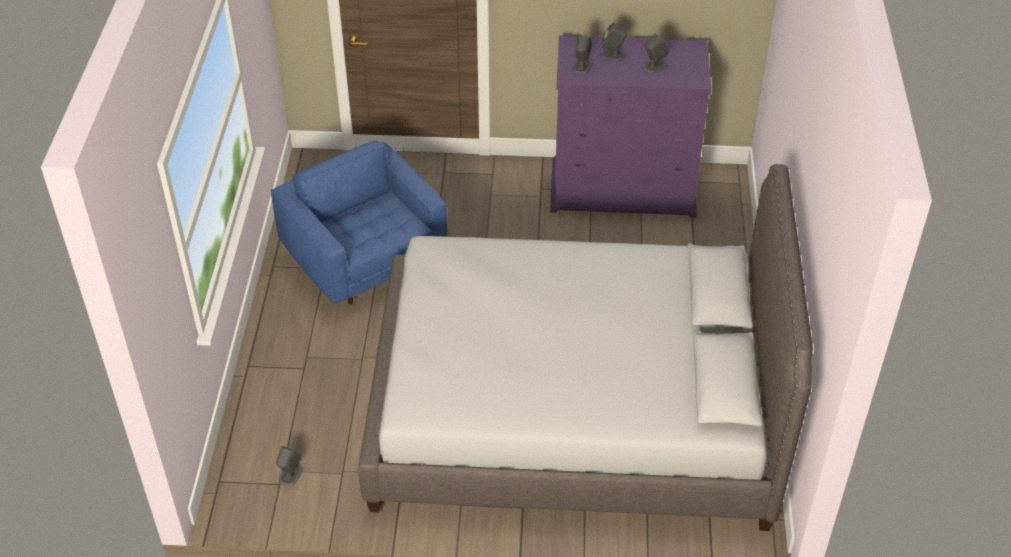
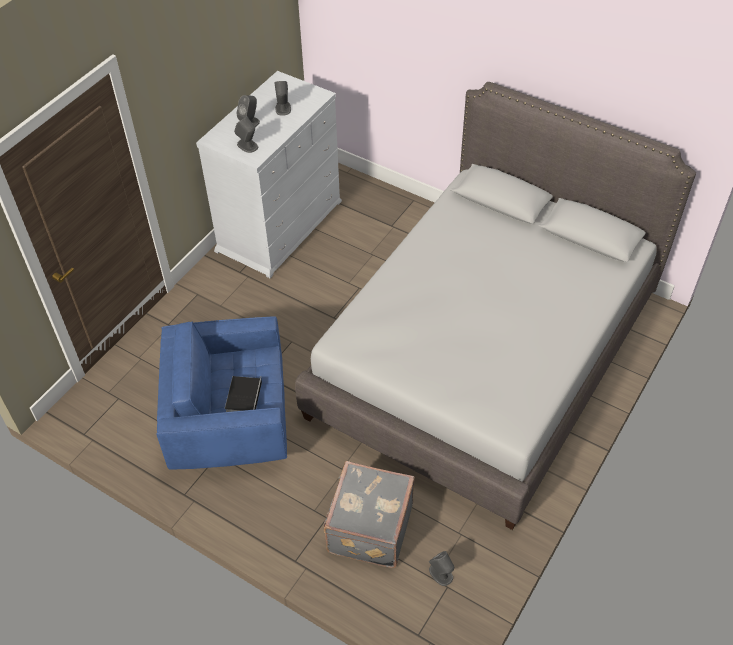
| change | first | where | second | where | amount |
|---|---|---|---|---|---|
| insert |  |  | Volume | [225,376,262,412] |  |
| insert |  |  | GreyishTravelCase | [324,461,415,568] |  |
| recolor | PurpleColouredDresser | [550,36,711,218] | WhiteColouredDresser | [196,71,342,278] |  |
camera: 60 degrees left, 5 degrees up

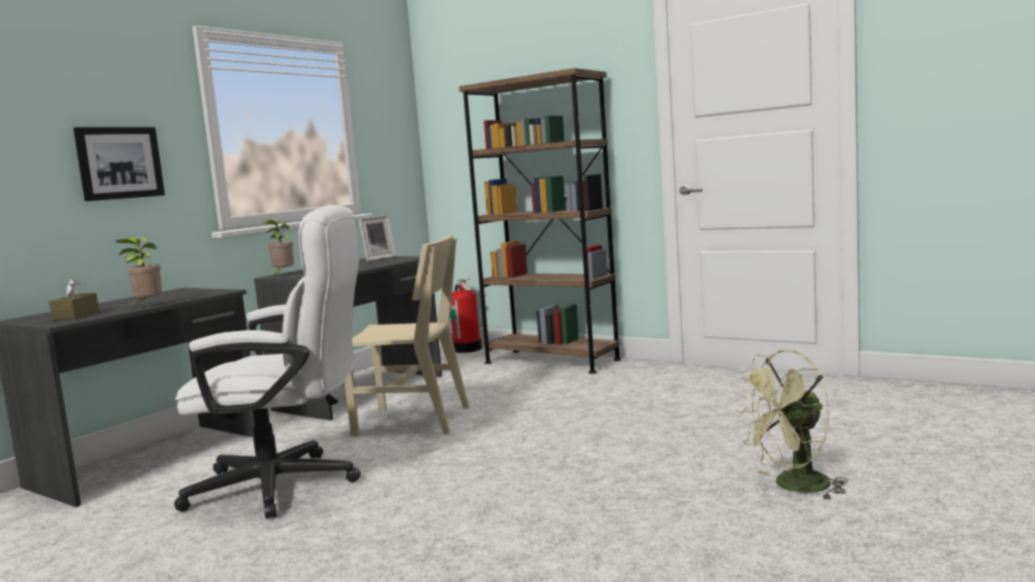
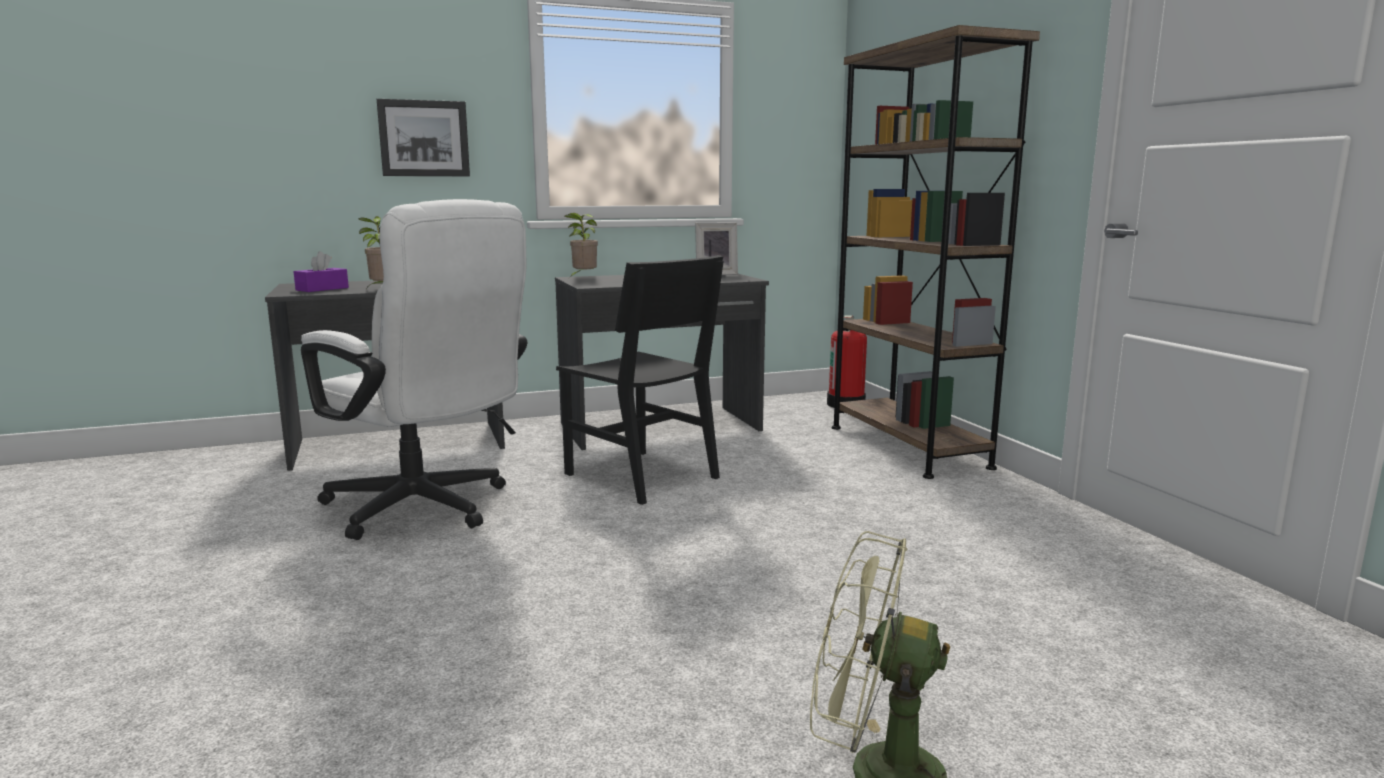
| change | first | where | second | where | amount |
|---|---|---|---|---|---|
| recolor | BrownColouredTissueHolder | [49,278,99,321] | PurpleColouredTissueHolder | [293,251,349,292] |  |
| recolor | BeigePlainChair | [344,235,469,436] | BlackColouredPlainChair | [556,255,724,505] |  |
camera: 35 degrees right, 5 degrees up

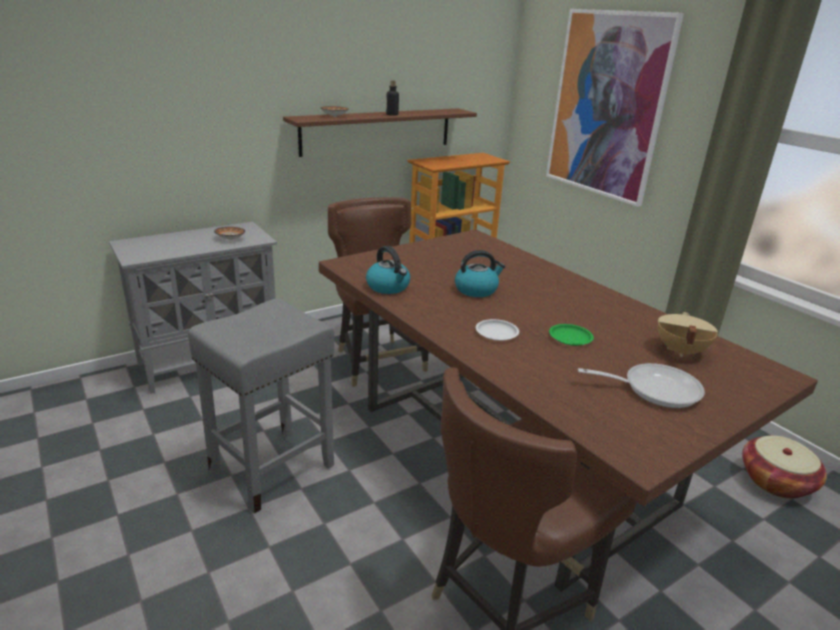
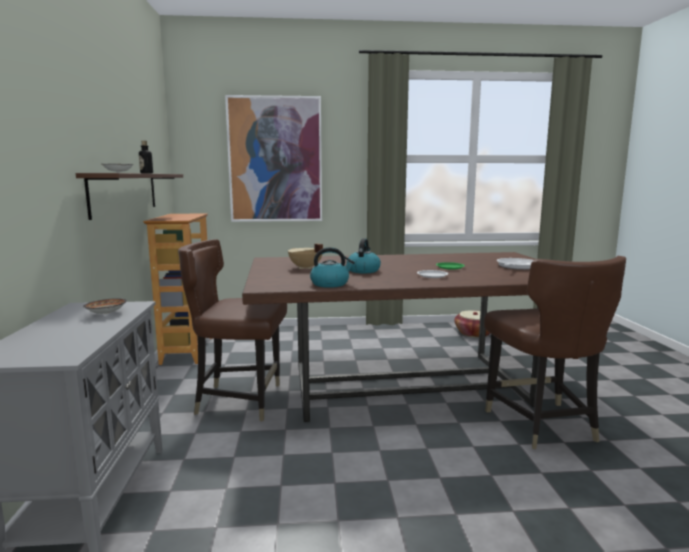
| change | first | where | second | where | amount |
|---|---|---|---|---|---|
| delete | GreyishStoolSeat | [188,299,334,514] |  |  |  |
| move | BeigeStockpot | [658,312,718,357] |  | [288,243,323,269] |  |
camera: 60 degrees left, 15 degrees down

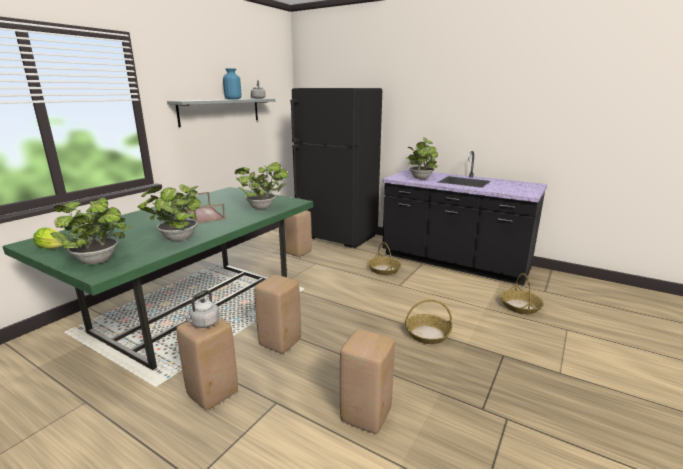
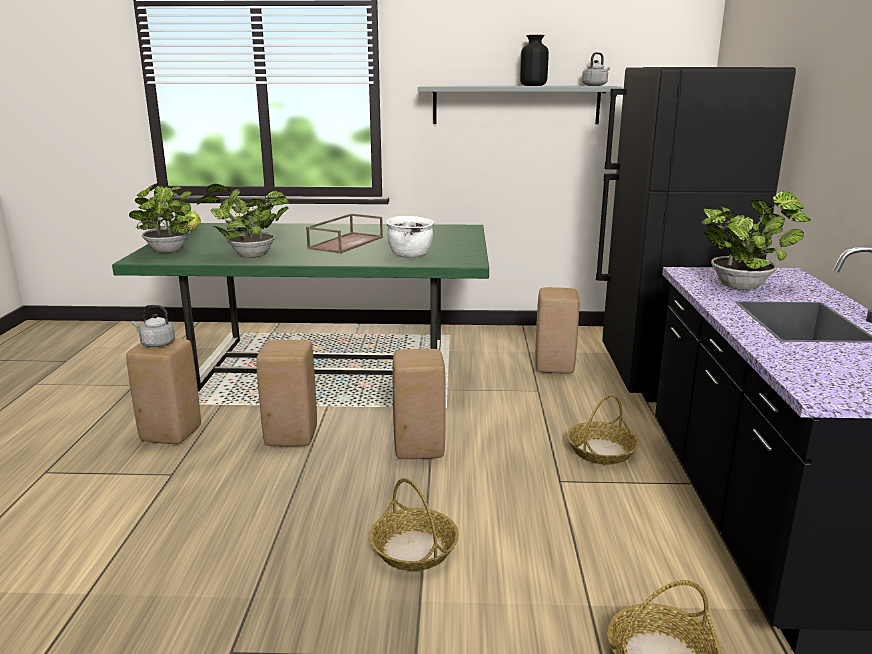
| change | first | where | second | where | amount |
|---|---|---|---|---|---|
| move | BeigeStoolSeat | [340,329,395,434] |  | [393,349,446,459] |  |
| replace | PlantInAPot | [235,162,288,210] | WhiteColouredStockpot | [386,216,434,258] |  |
| recolor | BlueColouredFlowerVase | [223,68,242,99] | BlackColouredFlowerVase | [520,35,549,86] |  |
camera: 60 degrees right, 0 degrees up

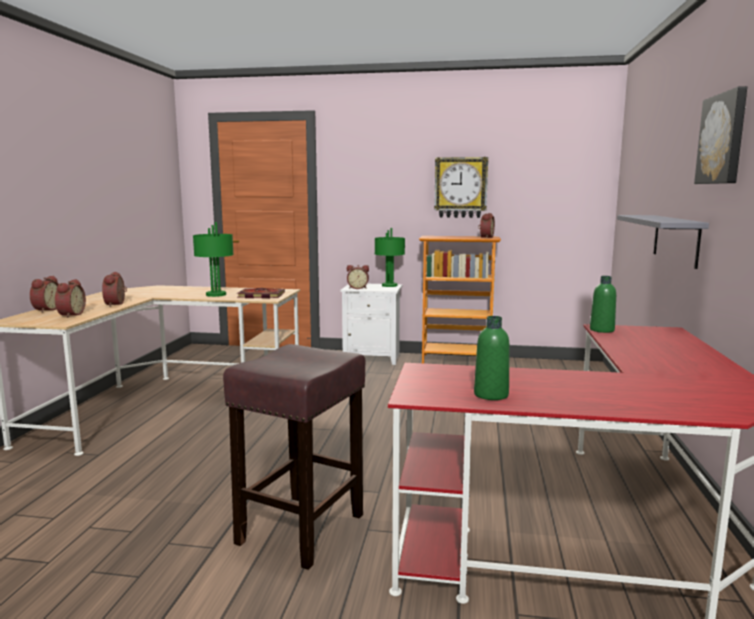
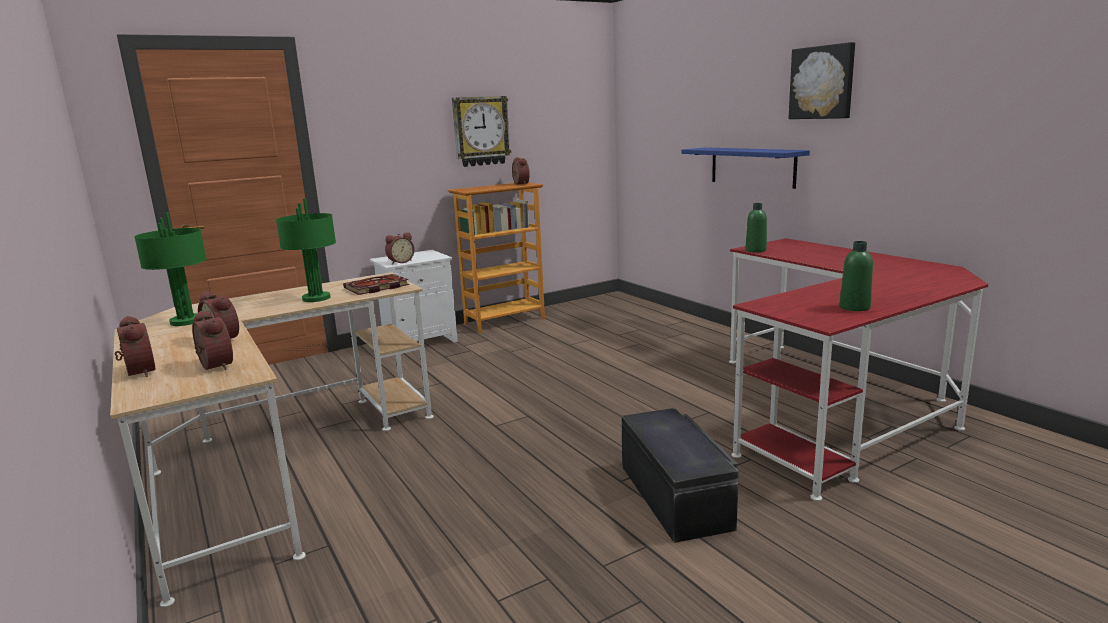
| change | first | where | second | where | amount |
|---|---|---|---|---|---|
| move | GreenTabletopLamp | [375,228,405,287] |  | [134,212,207,326] |  |
| replace | BrownColouredStoolSeat | [223,344,365,570] | BlackColouredStorageContainer | [621,408,739,543] |  |
| recolor | GreyishWallShelf | [617,215,709,269] | BlueColouredWallShelf | [682,147,810,189] |  |
camera: 40 degrees left, 5 degrees up

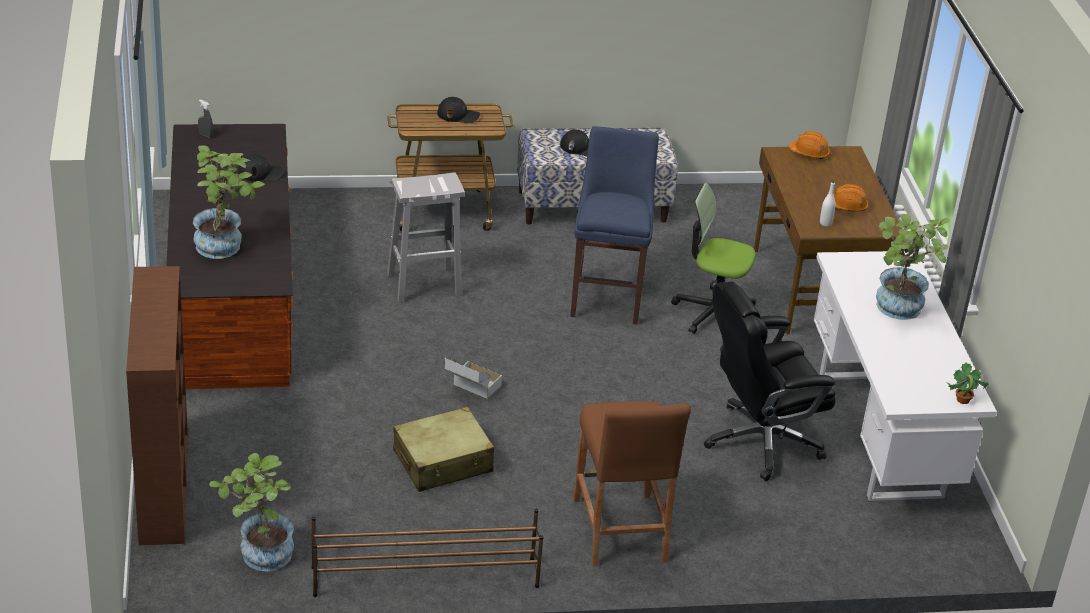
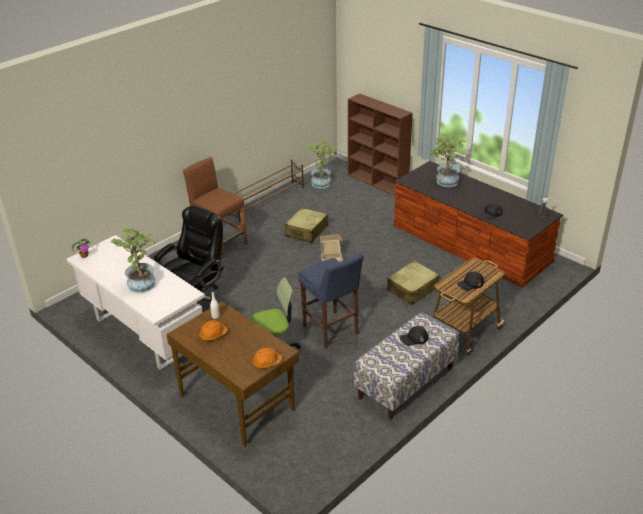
| change | first | where | second | where | amount |
|---|---|---|---|---|---|
| replace | WhiteColouredStoolSeat | [387,172,465,303] | BeigeTravelCase | [387,260,439,305] |  |
camera: 145 degrees right, 0 degrees up

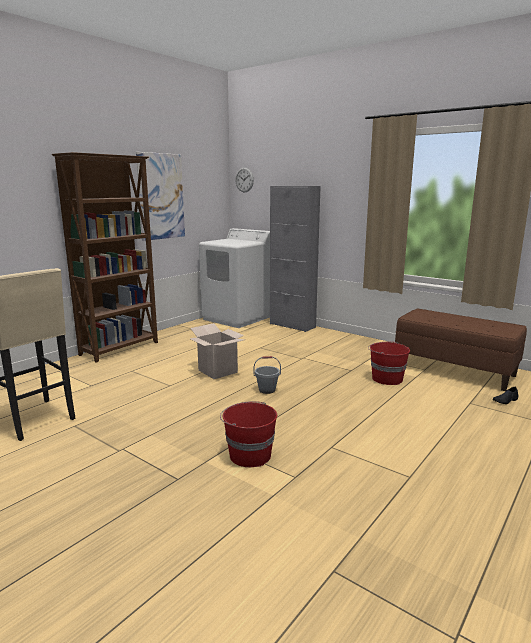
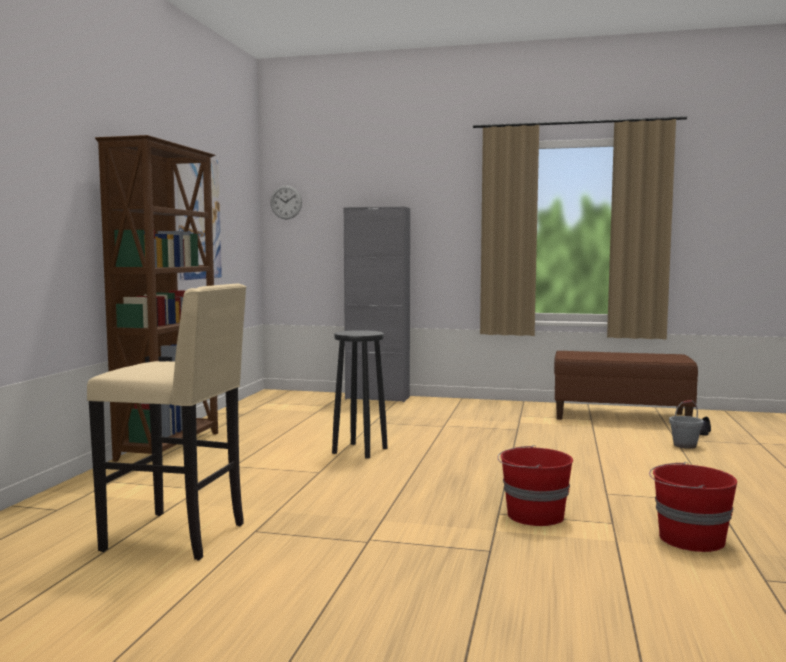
| change | first | where | second | where | amount |
|---|---|---|---|---|---|
| delete | WhiteColouredLaundryMachine | [199,228,270,328] |  |  |  |
| move | GreyishPail | [254,356,281,394] |  | [669,400,703,449] |  |
| move | RedColouredPail | [368,342,410,385] |  | [649,462,737,552] |  |
| replace | CardboardBox | [190,323,245,379] | BlackColouredStoolSeat | [332,330,388,459] |  |
camera: 25 degrees left, 10 degrees down

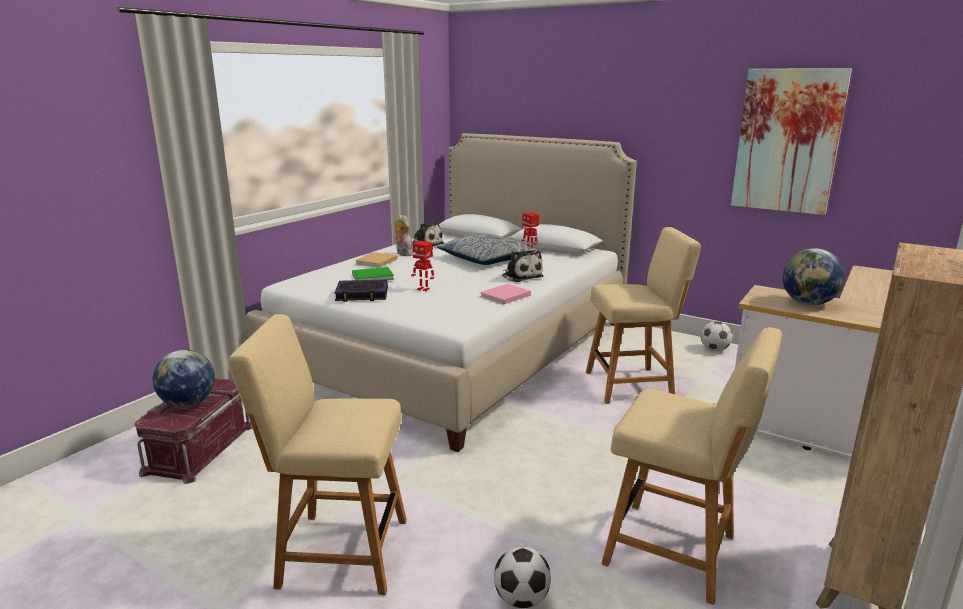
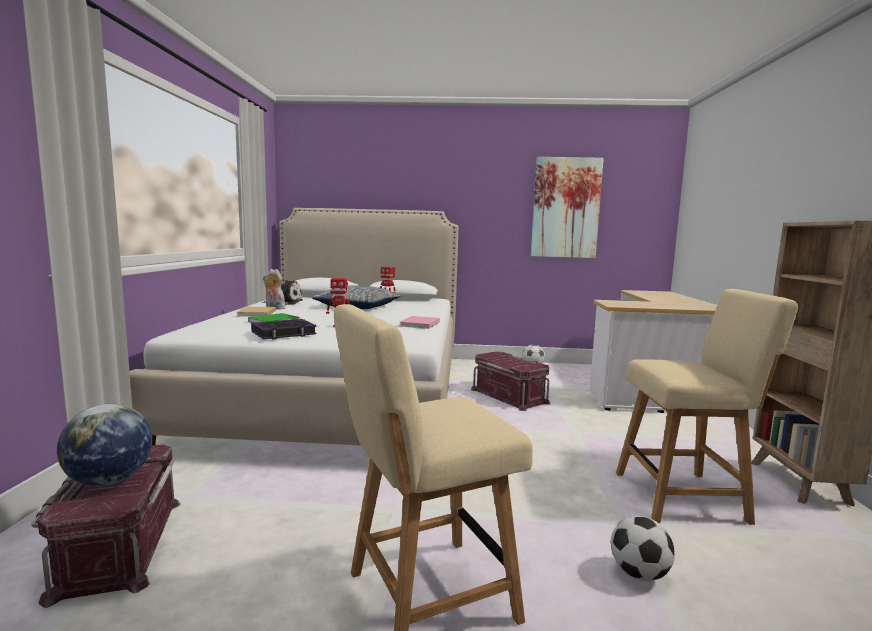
| change | first | where | second | where | amount |
|---|---|---|---|---|---|
| delete | CuddlyToy | [502,251,543,282] |  |  |  |
| delete | Globe | [782,248,845,305] |  |  |  |
| replace | BeigePlainChair | [586,227,701,404] | RedColouredStorageContainer | [471,351,550,411] |  |
camera: 30 degrees left, 10 degrees down

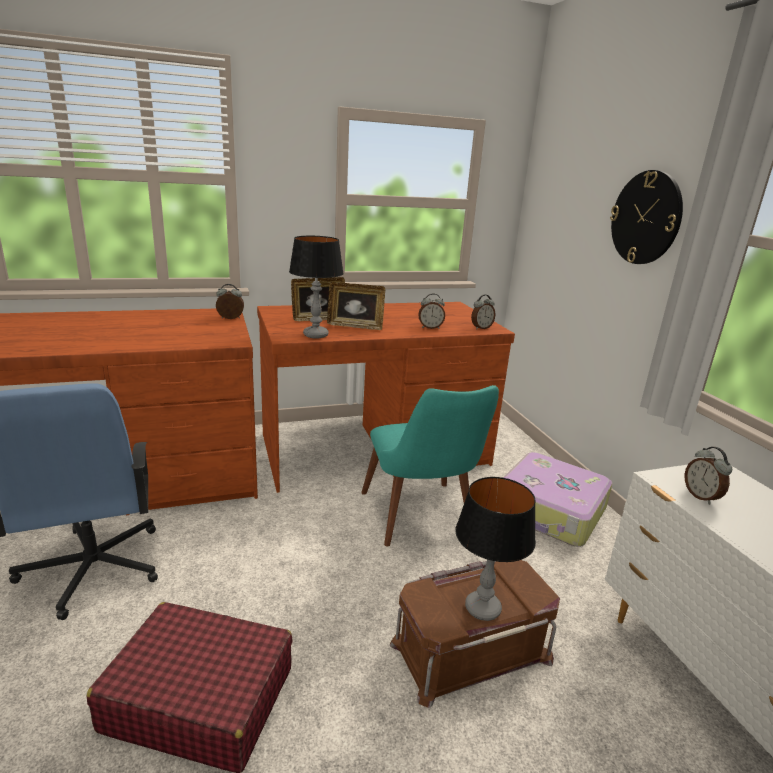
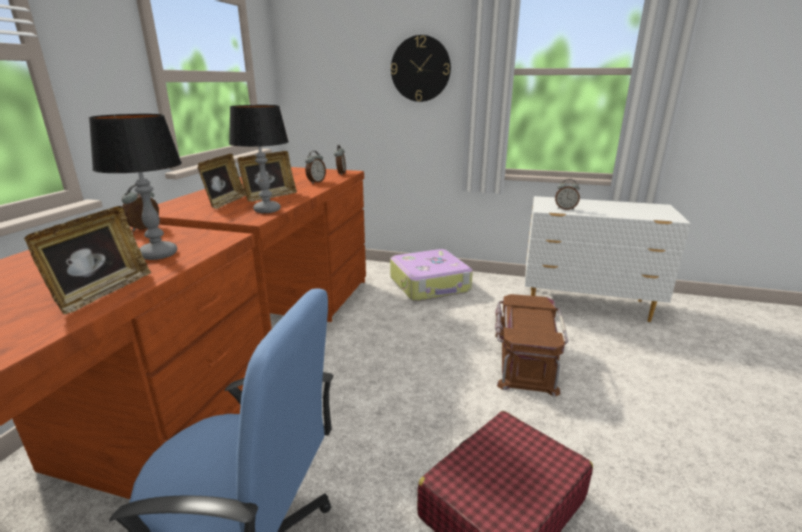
| change | first | where | second | where | amount |
|---|---|---|---|---|---|
| delete | BlueGreenPlainChair | [361,385,499,547] |  |  |  |
| insert |  |  | PictureFrame | [24,206,151,314] |  |
| move | TabletopLamp | [455,477,536,621] |  | [89,114,182,260] |  |
camera: 55 degrees left, 0 degrees up

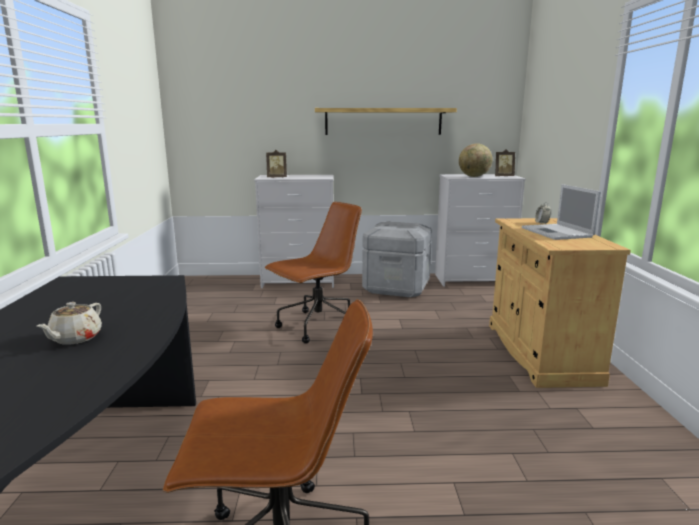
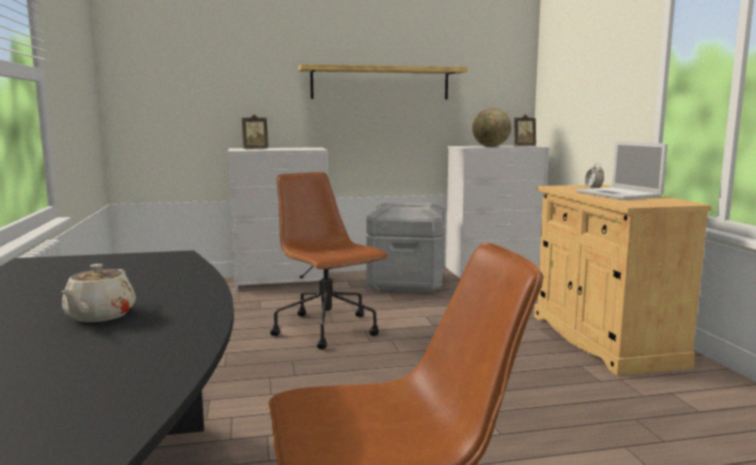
| change | first | where | second | where | amount |
|---|---|---|---|---|---|
| rotate | BrownColouredDeskChair | [265,202,362,344] |  | [270,172,389,349] | 75 degrees counterclockwise |
camera: 10 degrees left, 5 degrees down

